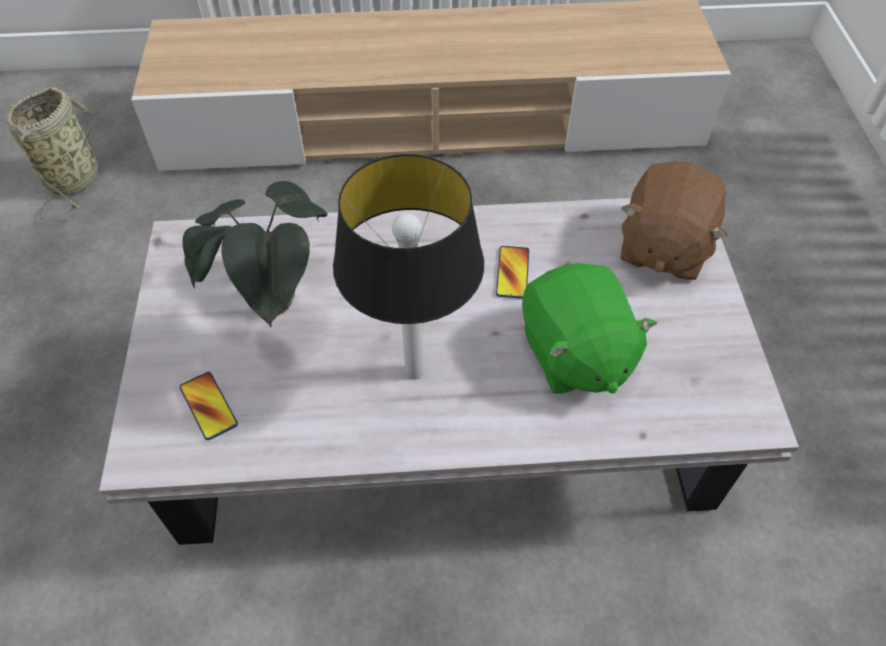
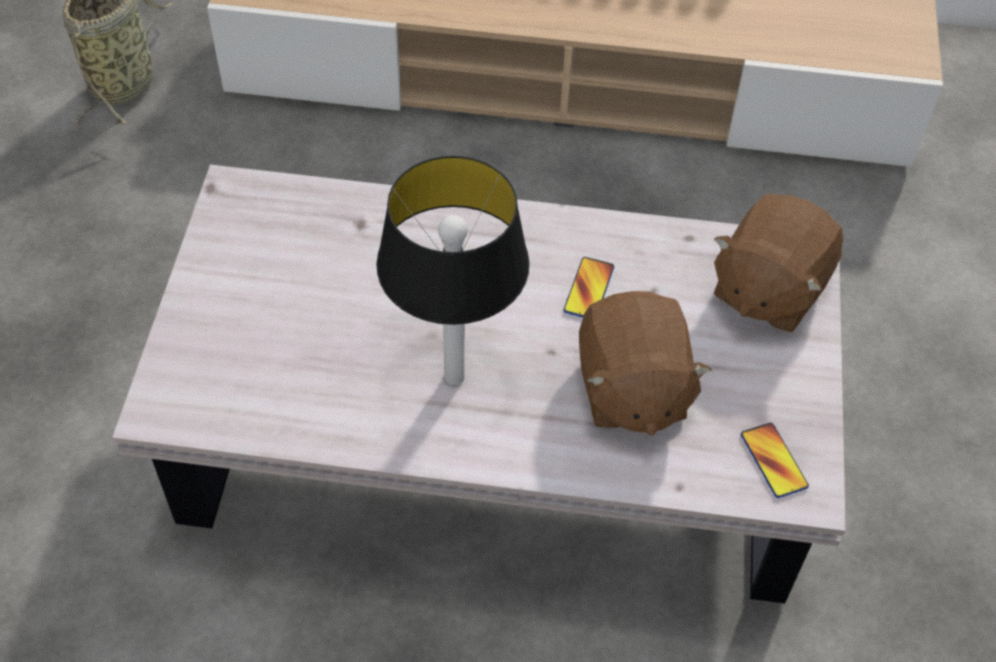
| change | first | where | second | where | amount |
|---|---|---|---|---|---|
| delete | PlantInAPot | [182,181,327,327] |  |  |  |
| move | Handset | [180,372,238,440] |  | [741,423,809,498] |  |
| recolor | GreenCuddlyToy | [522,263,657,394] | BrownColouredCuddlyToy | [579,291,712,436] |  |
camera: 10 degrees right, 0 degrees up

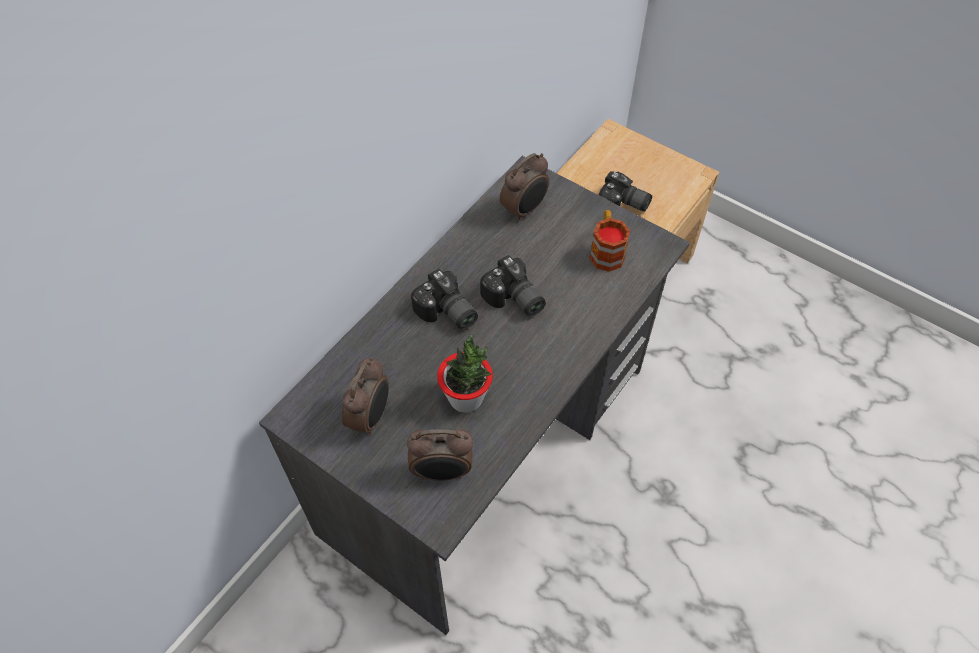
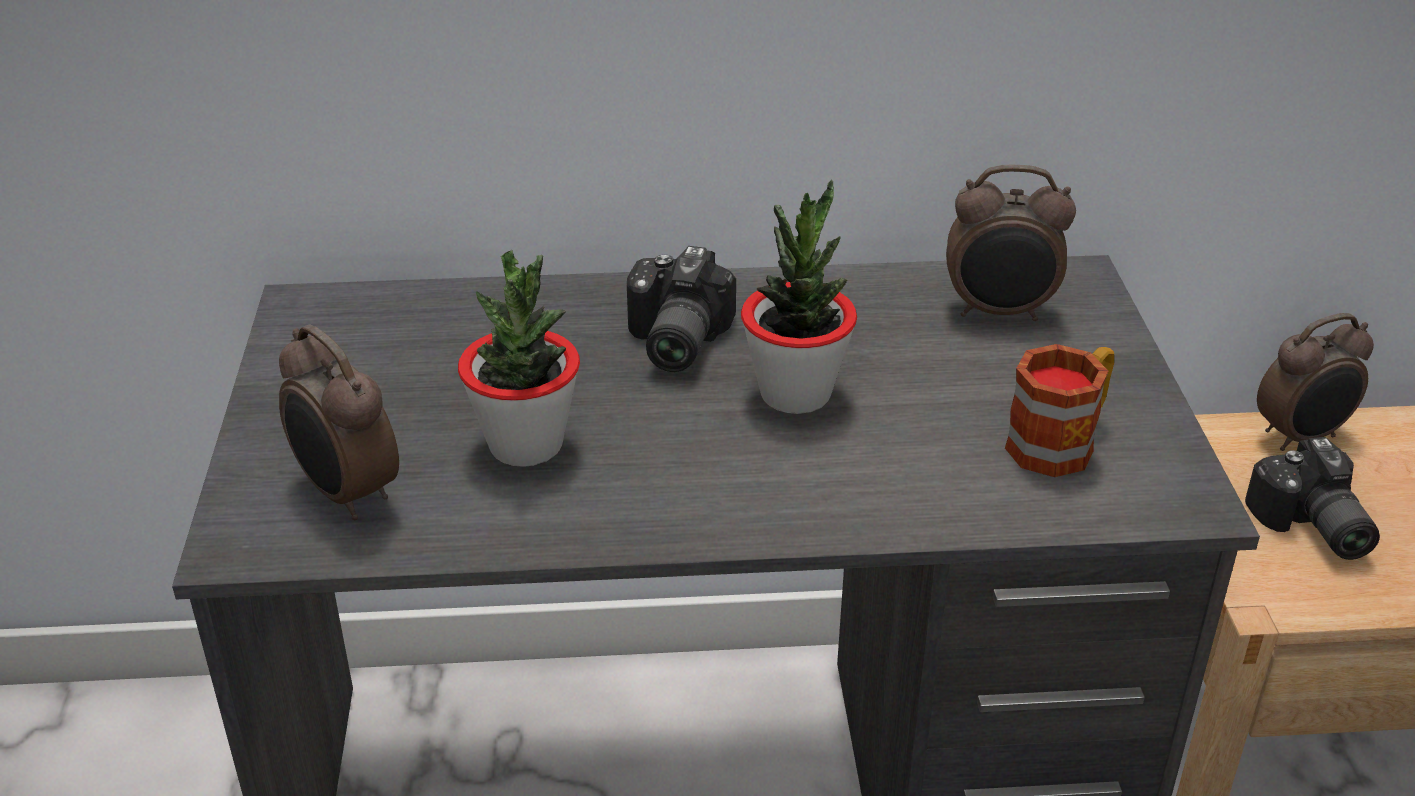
| change | first | where | second | where | amount |
|---|---|---|---|---|---|
| move | AlarmClock | [342,357,389,436] |  | [1257,313,1374,451] |  |
| replace | PhotoCamera | [480,255,546,316] | PlantInAPot | [741,180,857,414] |  |
camera: 50 degrees right, 20 degrees down

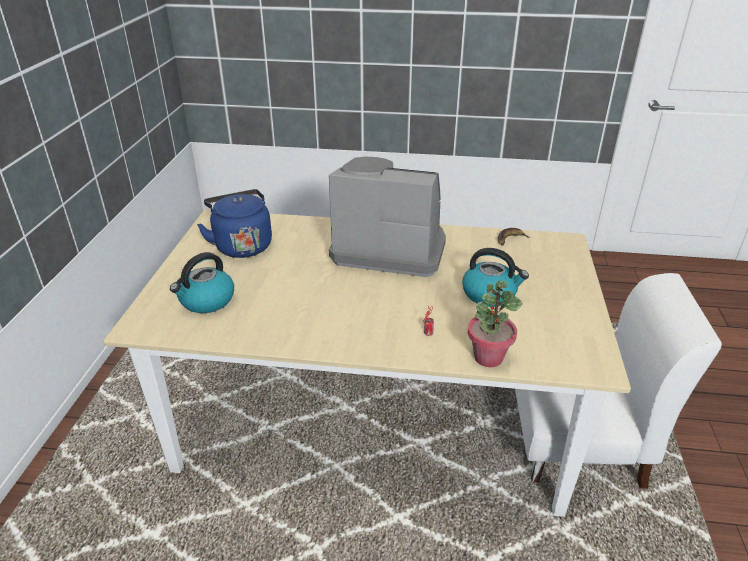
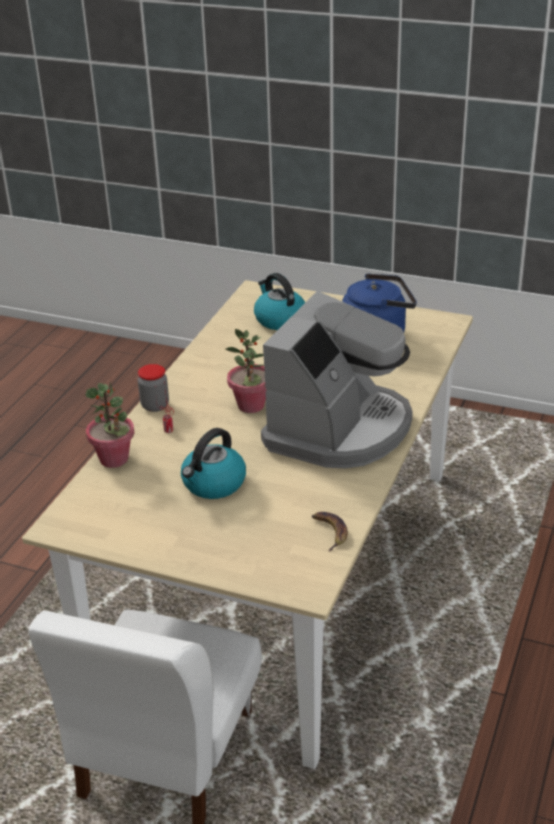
| change | first | where | second | where | amount |
|---|---|---|---|---|---|
| insert |  |  | Jar | [138,364,169,412] |  |
| insert |  |  | PlantInAPot | [225,329,266,413] |  |
camera: 105 degrees right, 0 degrees up

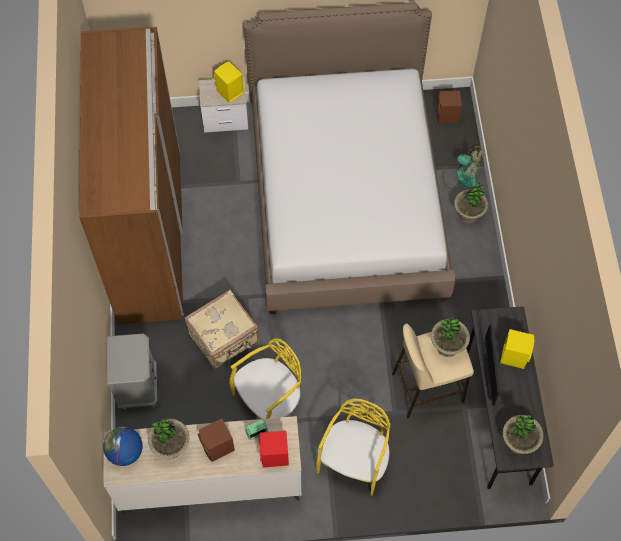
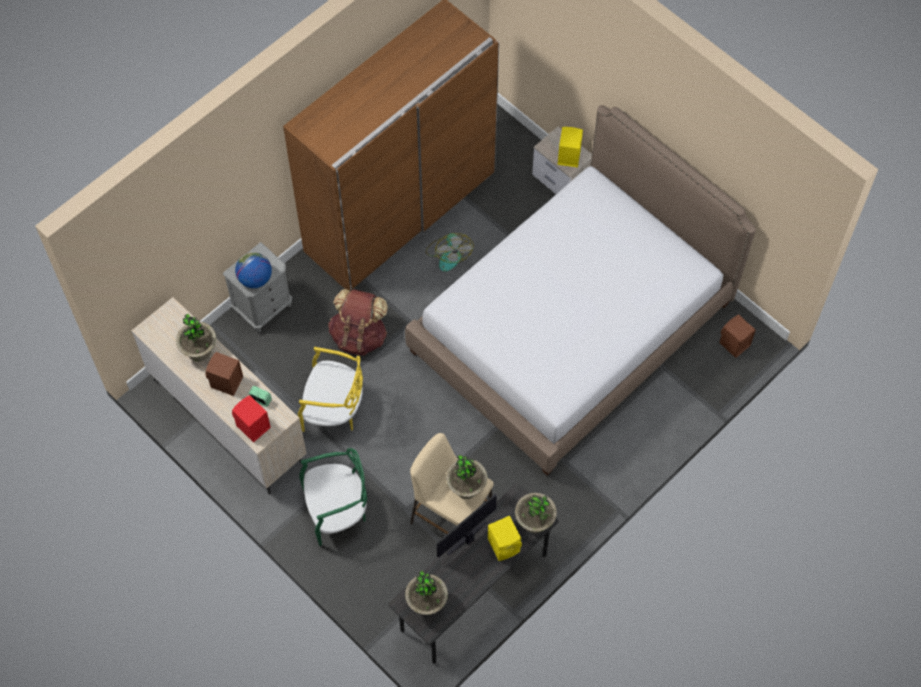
| change | first | where | second | where | amount |
|---|---|---|---|---|---|
| move | Globe | [103,427,143,466] |  | [235,252,272,288] |  |
| move | CoolingFan | [442,146,484,189] |  | [426,233,474,271] |  |
| move | PlantInAPot | [454,183,488,223] |  | [515,493,557,533] |  |
| replace | BeigeTravelCase | [185,290,259,369] | BrownColouredKnapsack | [328,289,388,356] |  |
| recolor | YellowishPlainChair | [316,398,390,495] | GreenPlainChair | [299,448,367,546] |  |
camera: 50 degrees right, 0 degrees up

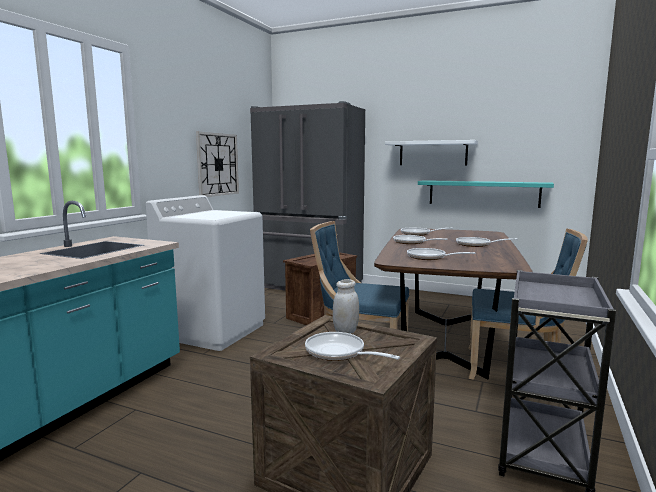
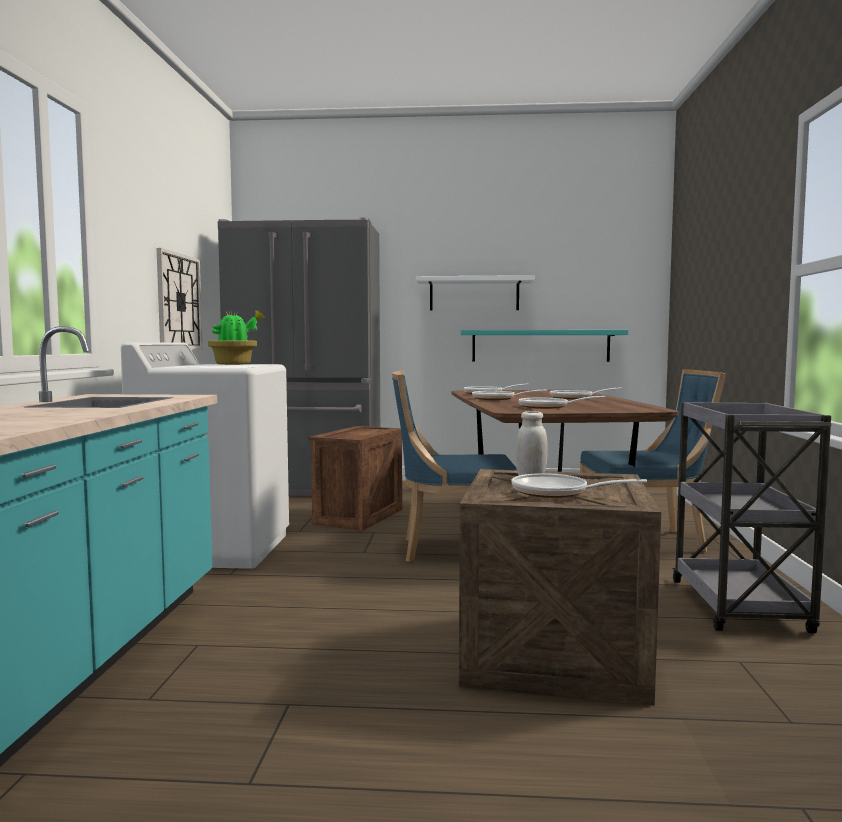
| change | first | where | second | where | amount |
|---|---|---|---|---|---|
| insert |  |  | PlantInAPot | [208,310,265,365] |  |
camera: 20 degrees left, 5 degrees down

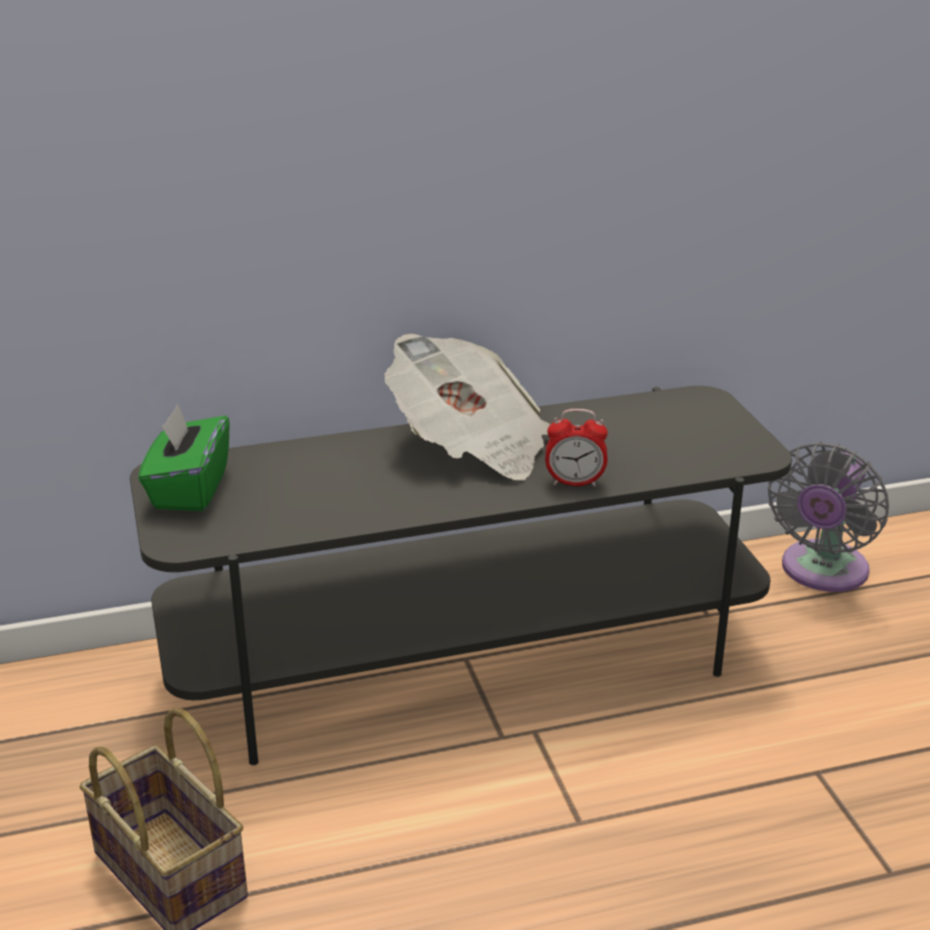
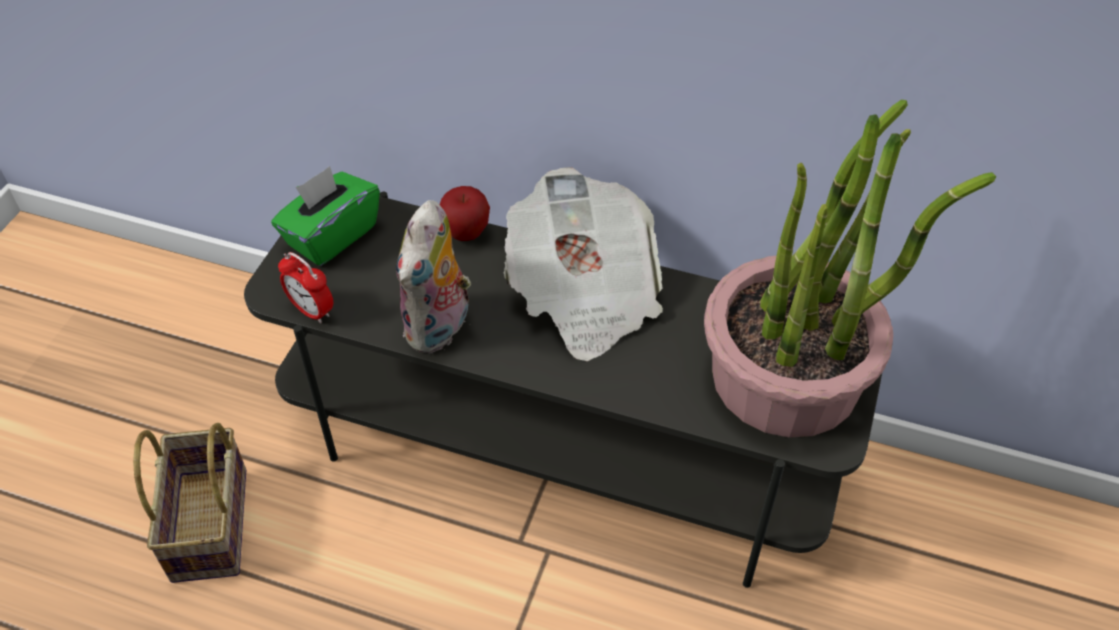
| change | first | where | second | where | amount |
|---|---|---|---|---|---|
| delete | GreyishCoolingFan | [768,442,889,592] |  |  |  |
| insert |  |  | CuddlyToy | [396,200,471,353] |  |
| insert |  |  | AppleFruit | [440,186,490,241] |  |
| insert |  |  | PlantInAPot | [704,100,996,437] |  |
| move | AlarmClock | [545,409,608,487] |  | [278,252,333,323] |  |
camera: 35 degrees right, 20 degrees up

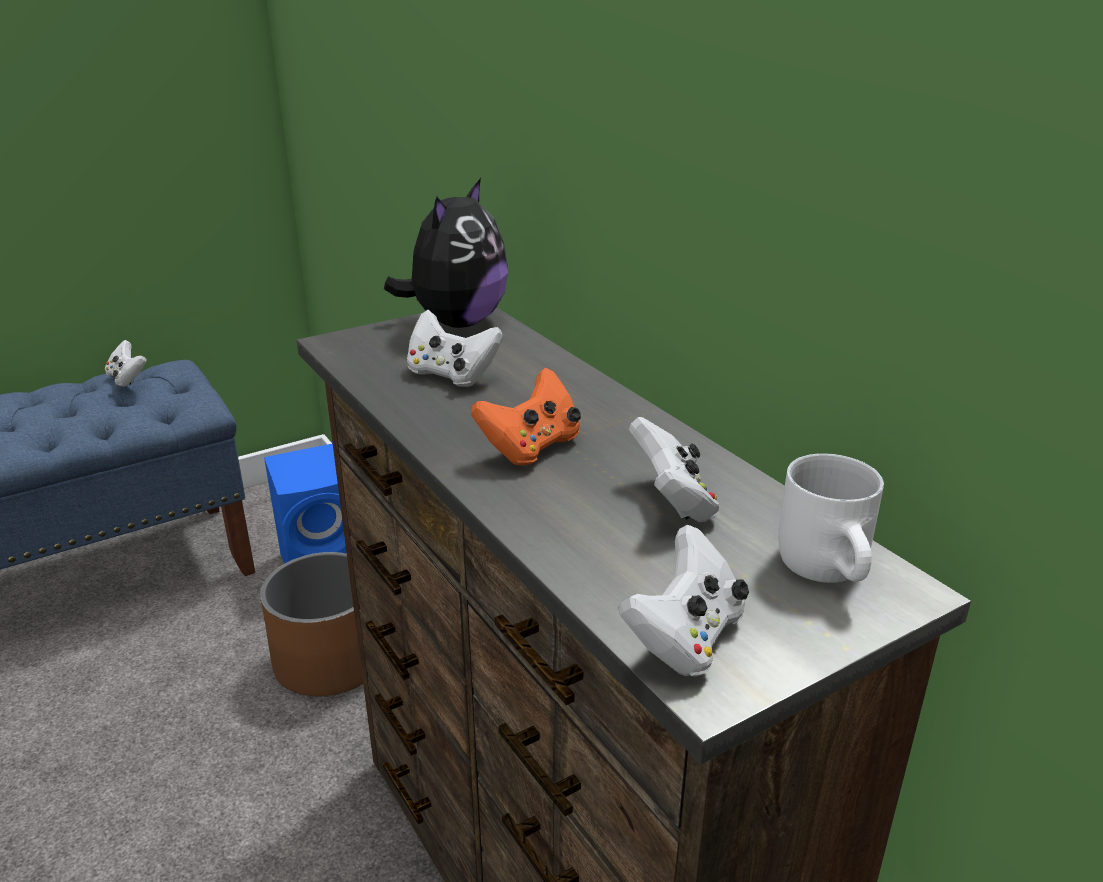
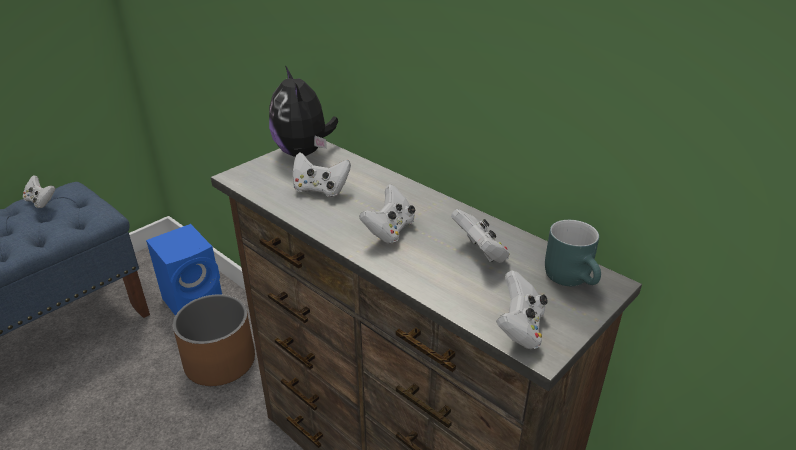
| change | first | where | second | where | amount |
|---|---|---|---|---|---|
| recolor | OrangeJoypad | [471,368,581,466] | WhiteColouredJoypad | [359,184,416,244] |  |
| recolor | WhiteColouredCoffeeMug | [778,453,884,583] | BlueGreenCoffeeMug | [545,220,601,286] |  |
| rotate | CuddlyToy | [384,178,508,328] |  | [269,66,338,157] | 150 degrees clockwise |
camera: 15 degrees left, 5 degrees up

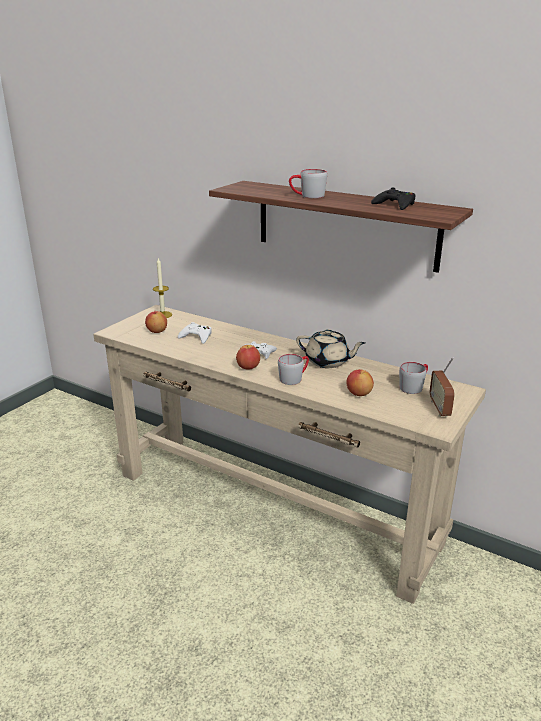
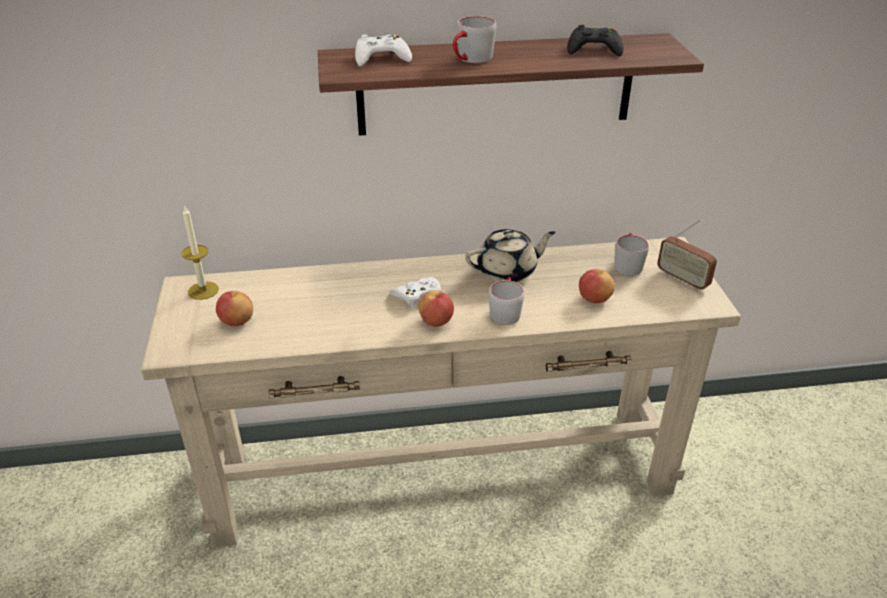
| change | first | where | second | where | amount |
|---|---|---|---|---|---|
| move | WhiteColouredJoypad | [178,322,212,344] |  | [355,35,412,67] |  |
camera: 40 degrees left, 10 degrees up

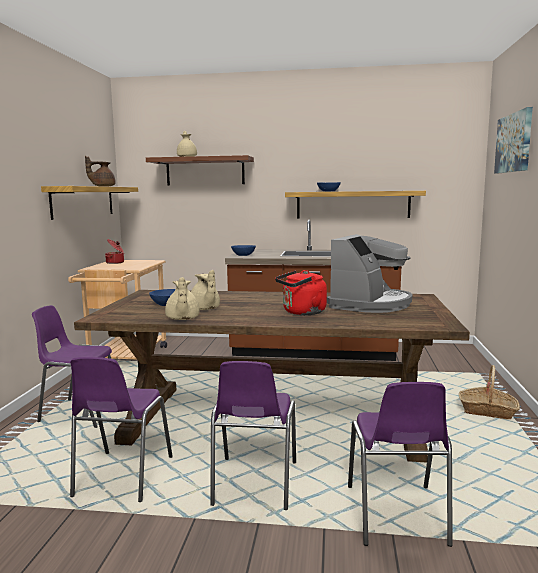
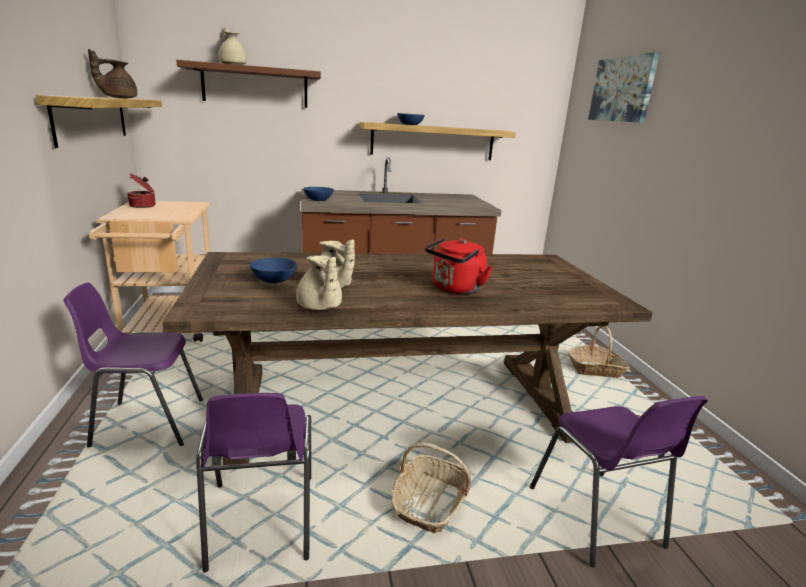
| change | first | where | second | where | amount |
|---|---|---|---|---|---|
| delete | CoffeeMachine | [327,234,412,313] |  |  |  |
| replace | PurpleColouredPlainChair | [210,361,296,510] | Basket | [392,443,471,533] |  |
camera: 20 degrees left, 10 degrees up

